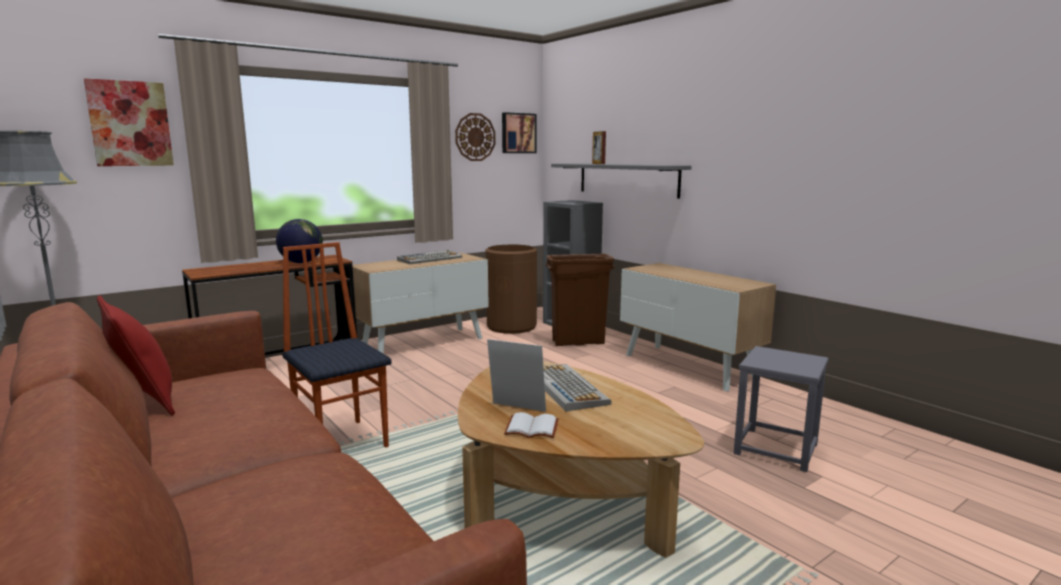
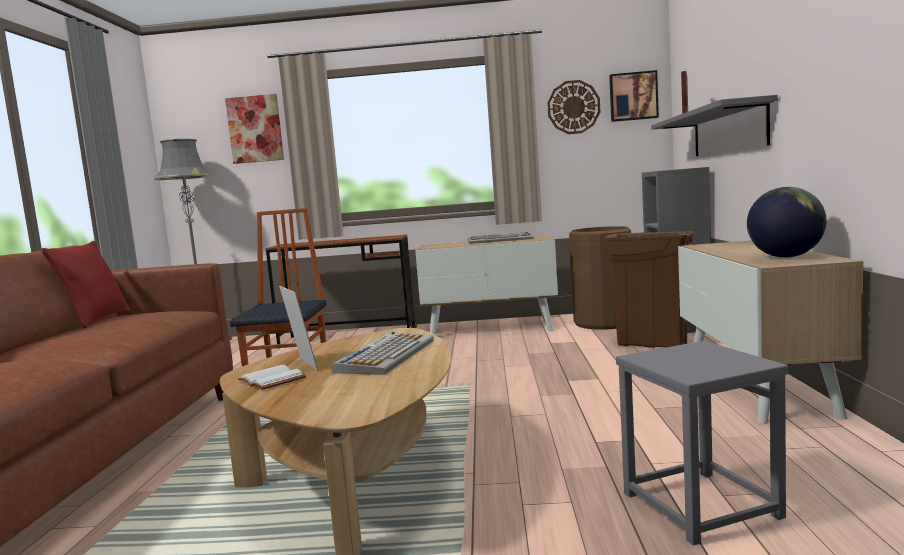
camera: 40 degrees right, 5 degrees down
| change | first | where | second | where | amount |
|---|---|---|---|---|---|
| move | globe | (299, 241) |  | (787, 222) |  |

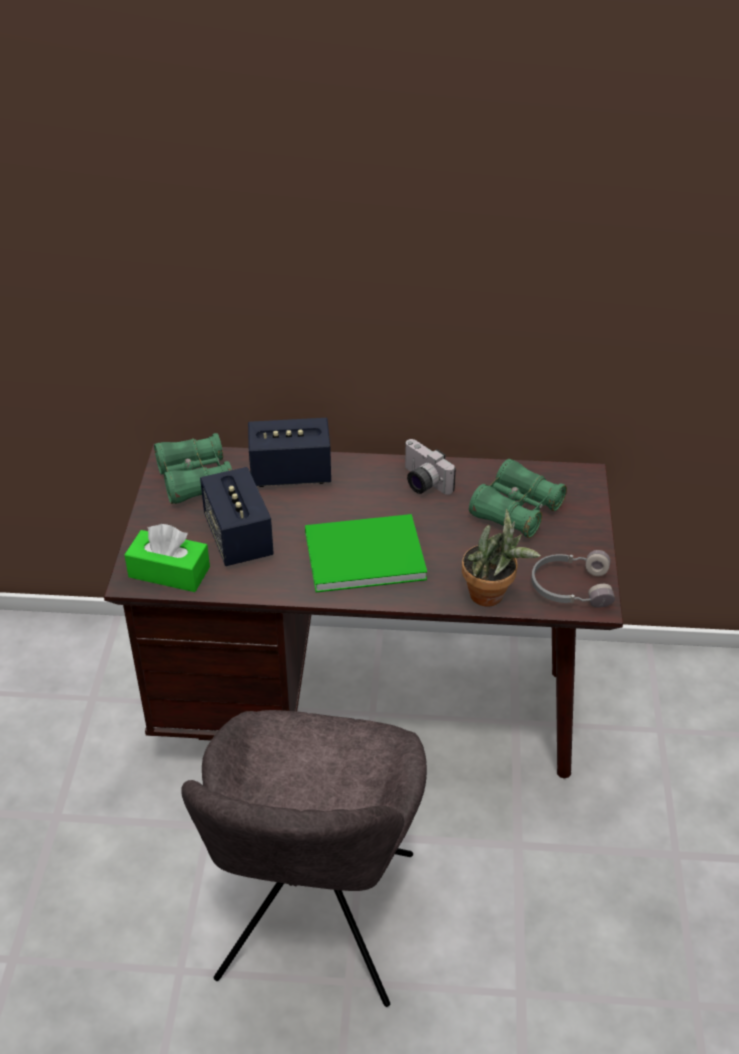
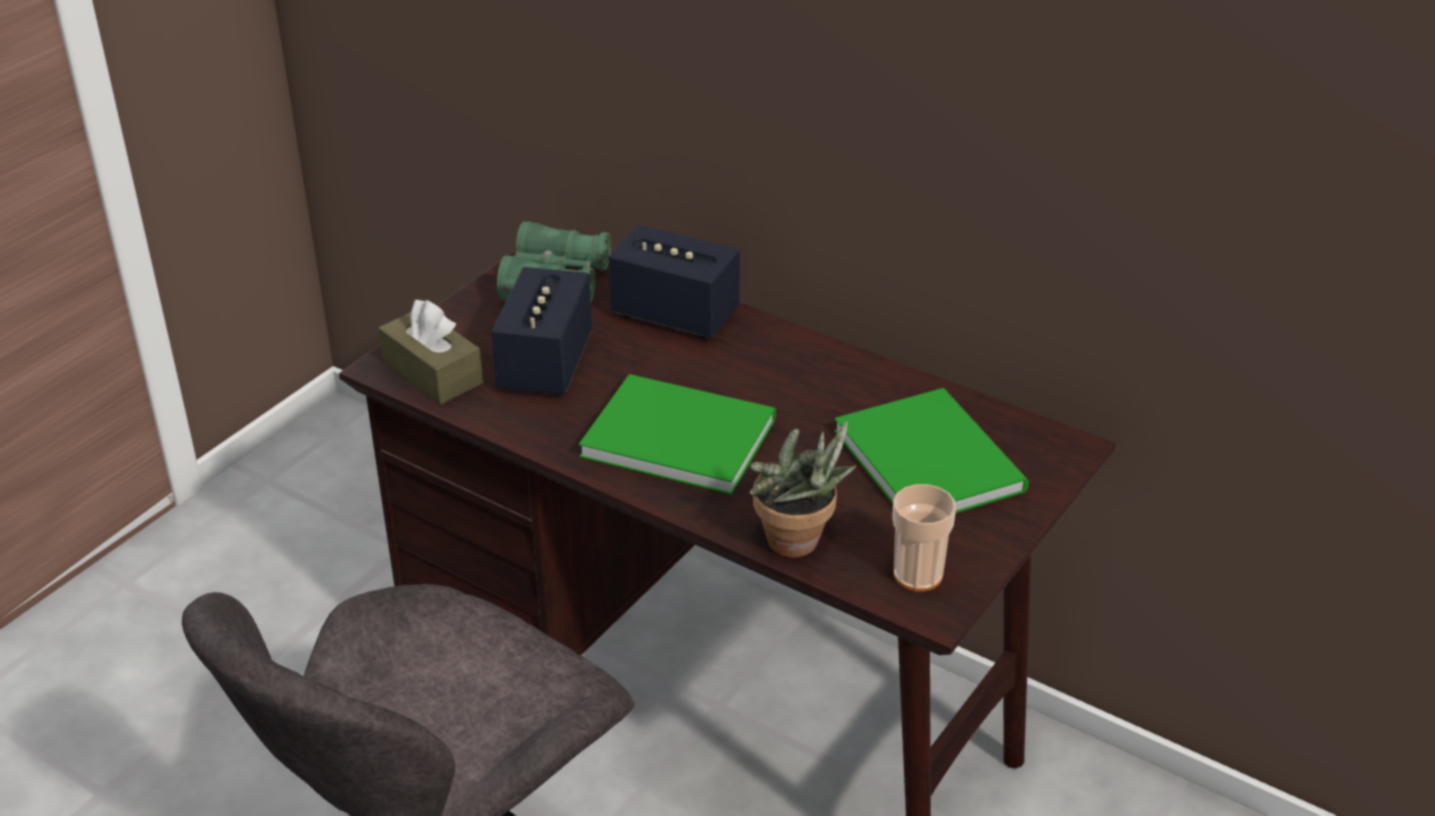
camera: 30 degrees right, 5 degrees down
| change | first | where | second | where | amount |
|---|---|---|---|---|---|
| recolor | tissue box/green | (167, 558) | tissue box/brown | (430, 352) |  |
| delete | photo camera | (430, 467) |  |  |  |
| replace | binoculars/green | (518, 498) | book/green | (931, 451) |  |
| replace | headphones/grey | (573, 579) | cup | (924, 538) |  |

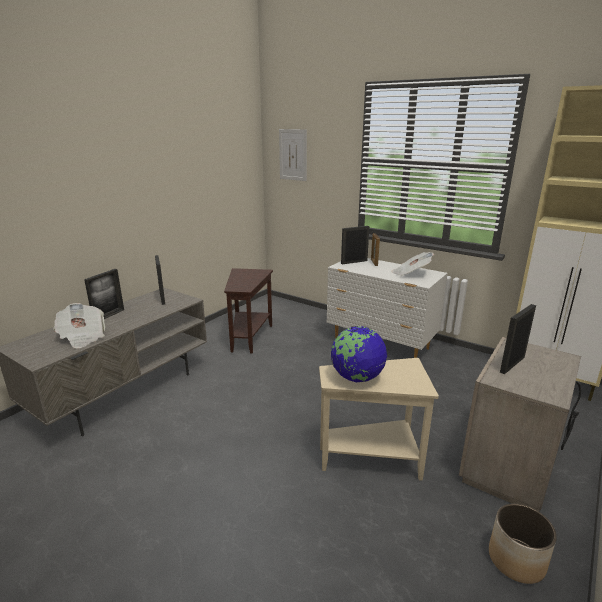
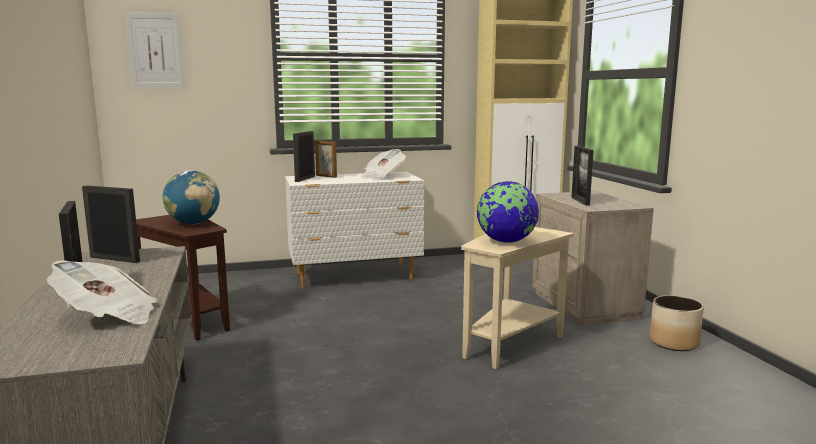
camera: 50 degrees left, 10 degrees down
| change | first | where | second | where | amount |
|---|---|---|---|---|---|
| insert |  |  | globe | (191, 197) |  |

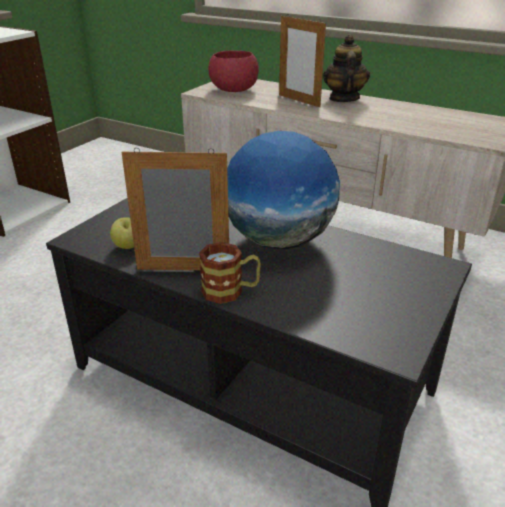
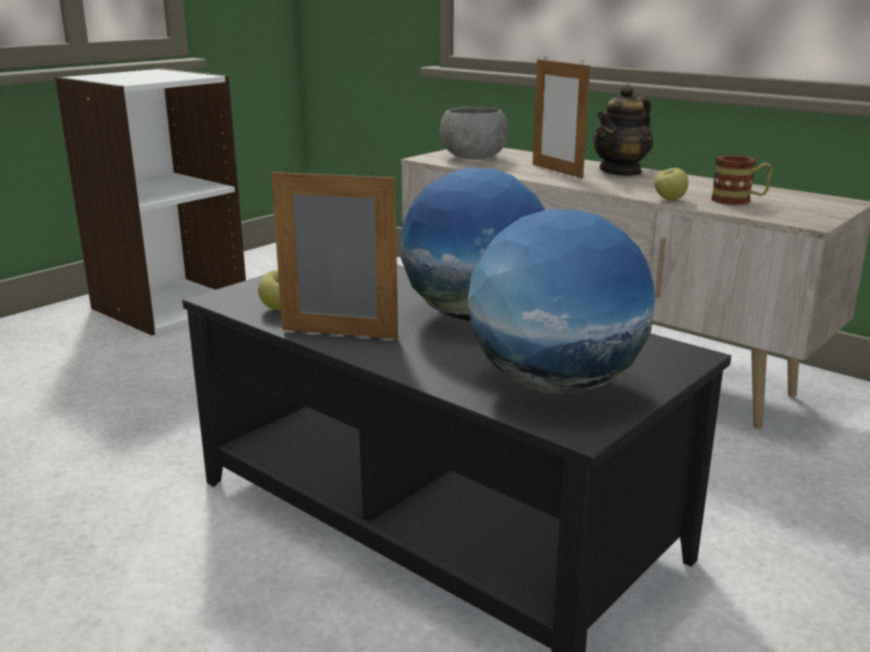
camera: 10 degrees right, 10 degrees down
| change | first | where | second | where | amount |
|---|---|---|---|---|---|
| move | mug | (230, 273) |  | (742, 180) |  |
| recolor | bowl/red | (233, 71) | bowl/grey | (474, 133) |  |
| rotate | teapot | (346, 68) |  | (623, 130) | 150 degrees counterclockwise |
| insert |  |  | globe | (561, 302) |  |
| insert |  |  | apple | (671, 184) |  |

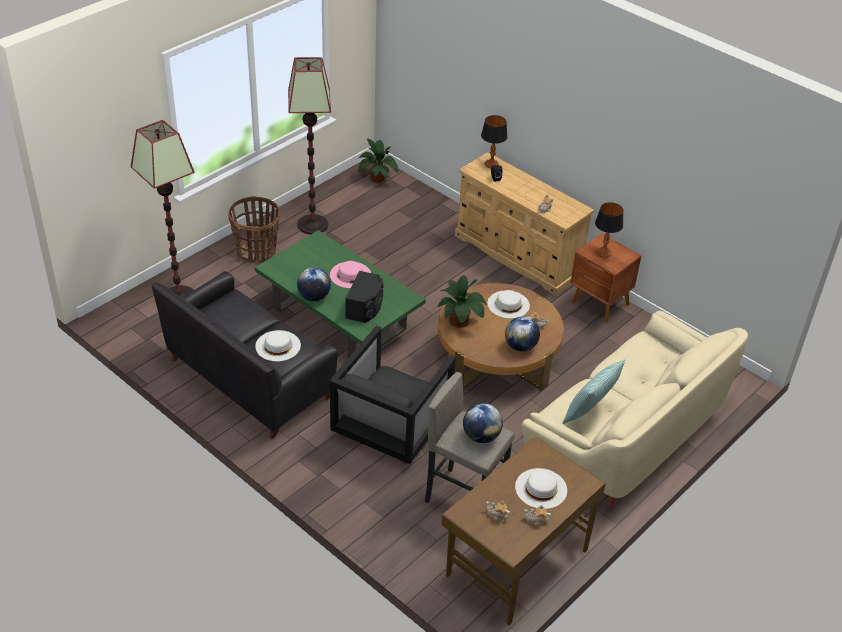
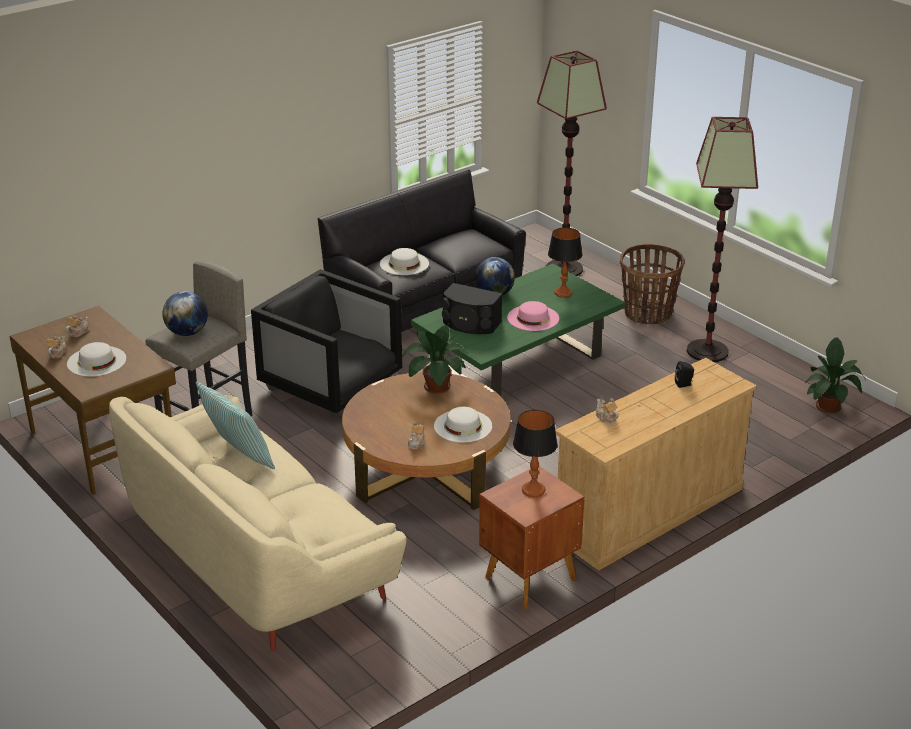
camera: 100 degrees right, 10 degrees down
| change | first | where | second | where | amount |
|---|---|---|---|---|---|
| move | table lamp | (494, 141) |  | (565, 262) |  |
| delete | globe | (522, 334) |  |  |  |

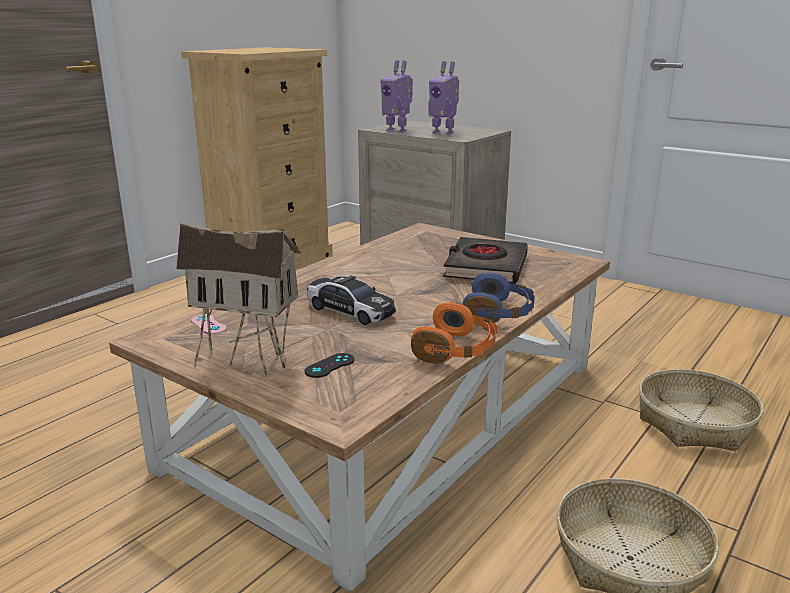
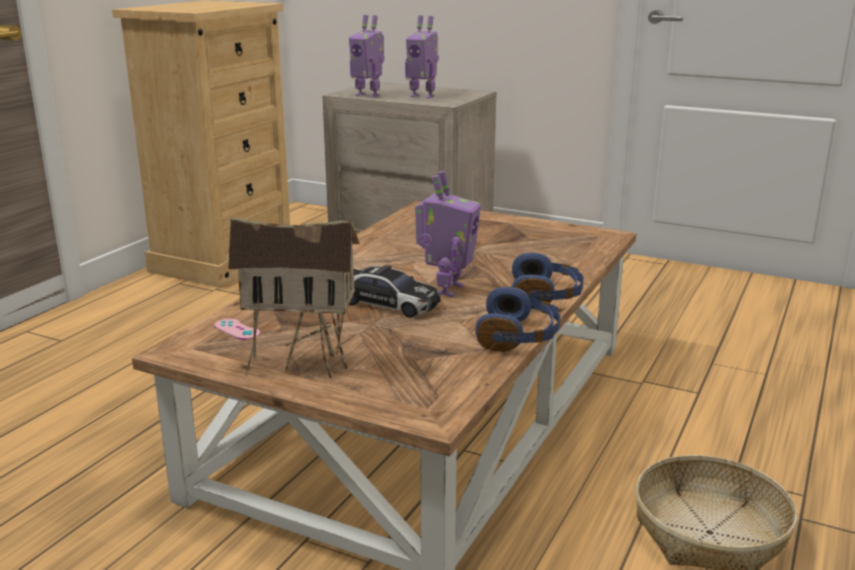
camera: 10 degrees left, 0 degrees up
| change | first | where | second | where | amount |
|---|---|---|---|---|---|
| delete | game controller/black | (329, 365) |  |  |  |
| recolor | headphones/orange | (454, 333) | headphones/blue | (517, 319) |  |
| delete | book/black | (485, 260) |  |  |  |
| delete | basket | (701, 410) |  |  |  |
| insert |  |  | toy robot | (448, 234) |  |

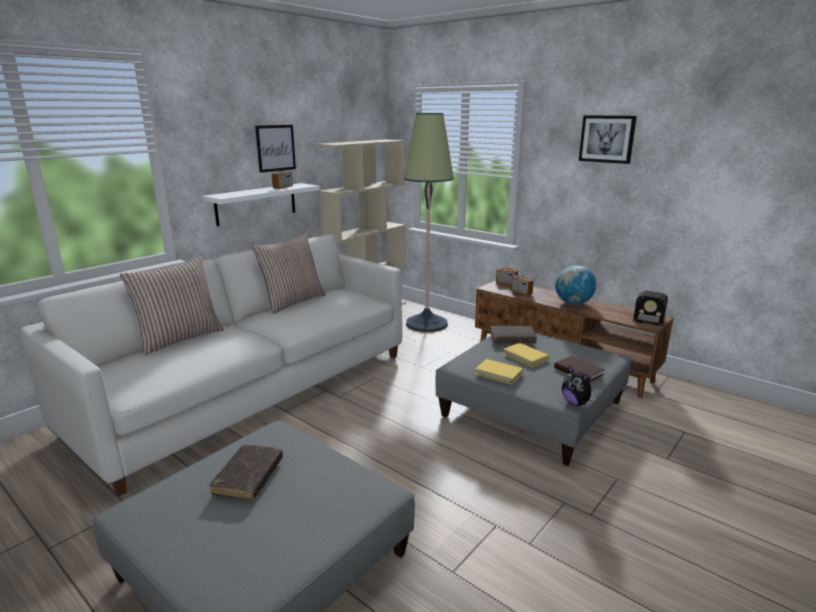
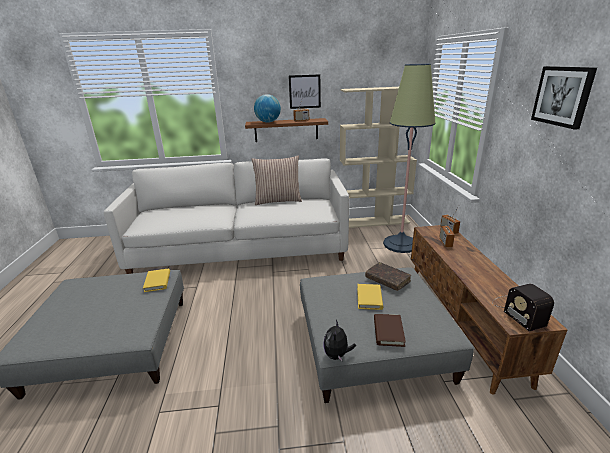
camera: 45 degrees right, 5 degrees up
| change | first | where | second | where | amount |
|---|---|---|---|---|---|
| delete | pillow | (172, 306) |  |  |  |
| recolor | shelf/white | (261, 204) | shelf/brown | (286, 130) |  |
| delete | book/brown | (246, 473) |  |  |  |
| move | book/yellow | (499, 372) |  | (156, 280) |  |
| move | globe | (575, 285) |  | (267, 108) |  |

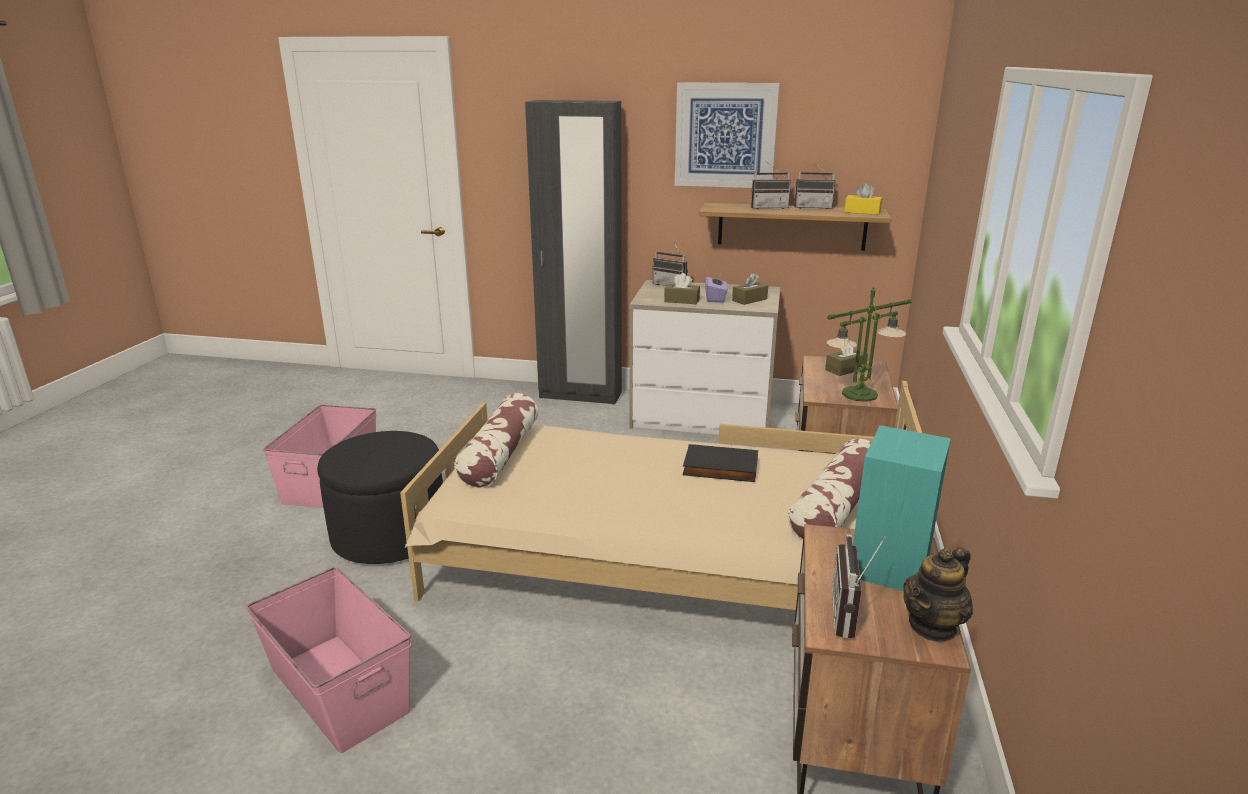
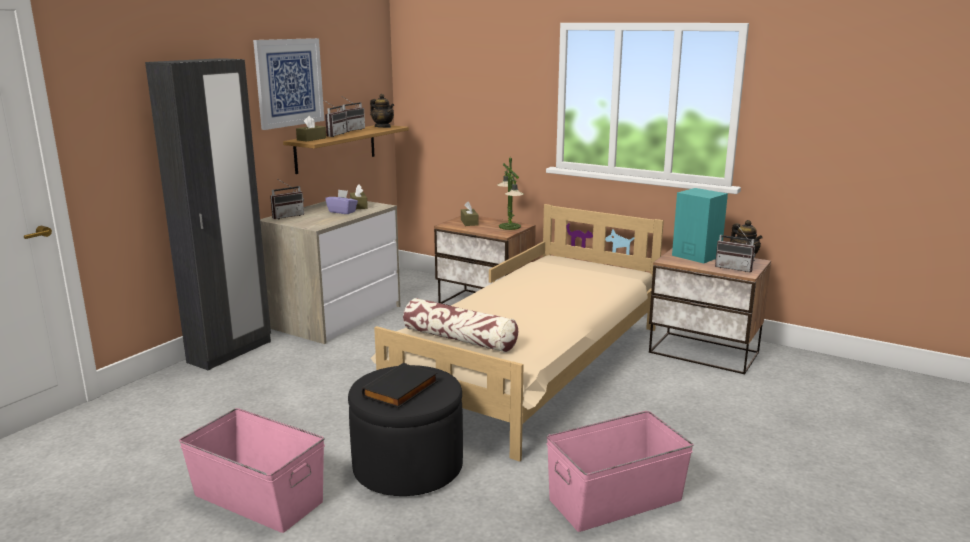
camera: 70 degrees left, 5 degrees down
| change | first | where | second | where | amount |
|---|---|---|---|---|---|
| move | tissue box/brown | (682, 288) |  | (311, 129) |  |
| move | book/black | (720, 463) |  | (400, 385) |  |
| delete | pillow | (830, 488) |  |  |  |
| replace | tissue box/yellow | (863, 199) | teapot | (382, 111) |  |

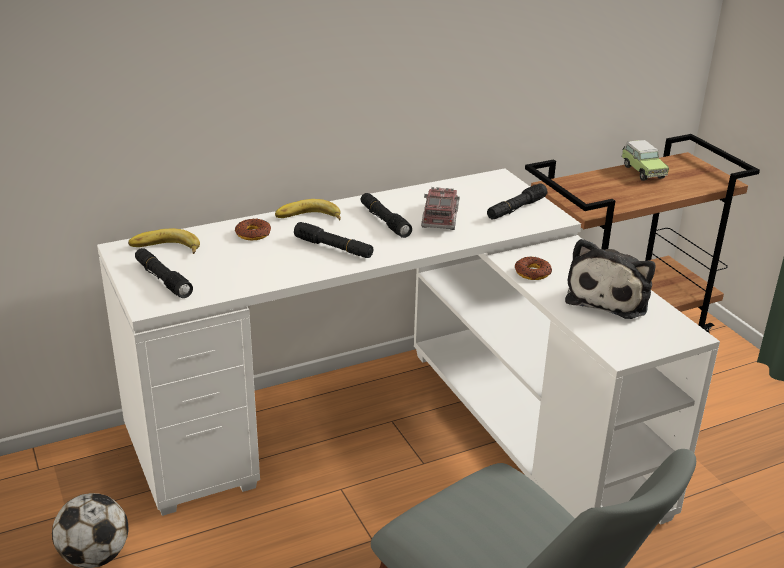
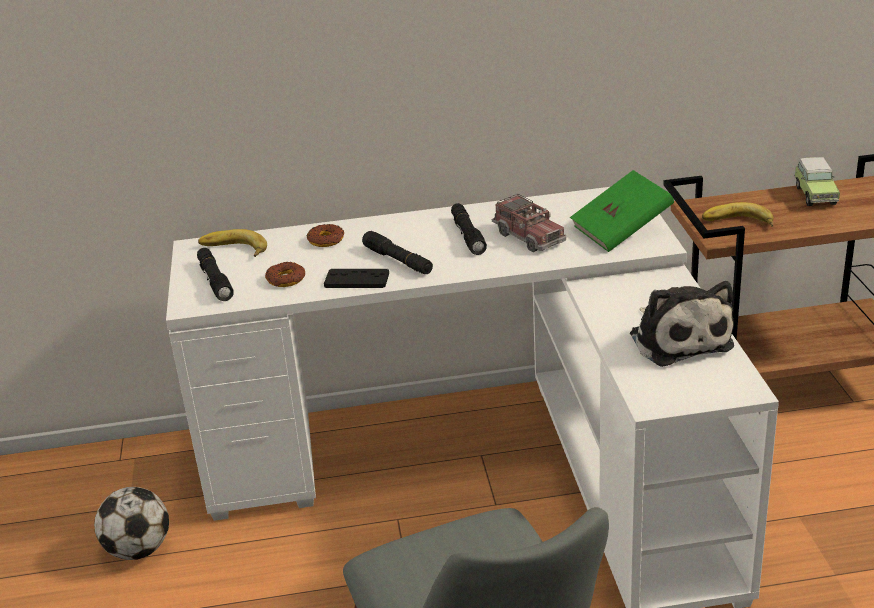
camera: 20 degrees right, 0 degrees up
| change | first | where | second | where | amount |
|---|---|---|---|---|---|
| move | banana | (308, 209) |  | (738, 214) |  |
| rotate | toy truck | (440, 208) |  | (529, 223) | 120 degrees clockwise |
| replace | flashlight/black | (517, 201) | book/green | (622, 211) |  |
| move | donut | (533, 268) |  | (285, 274) |  |
| rotate | plush toy | (610, 279) |  | (682, 324) | 60 degrees counterclockwise |
| insert |  |  | game controller/black | (356, 278) |  |

